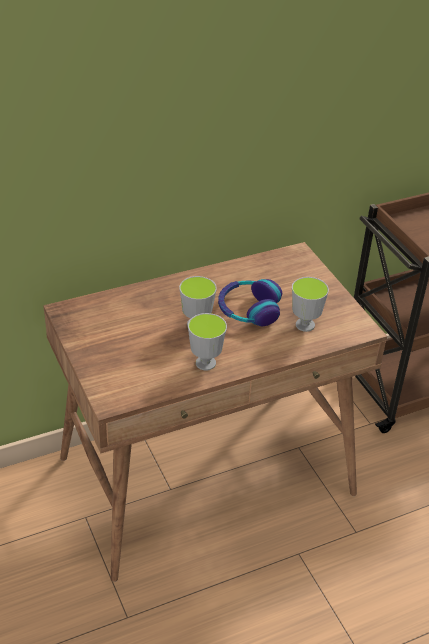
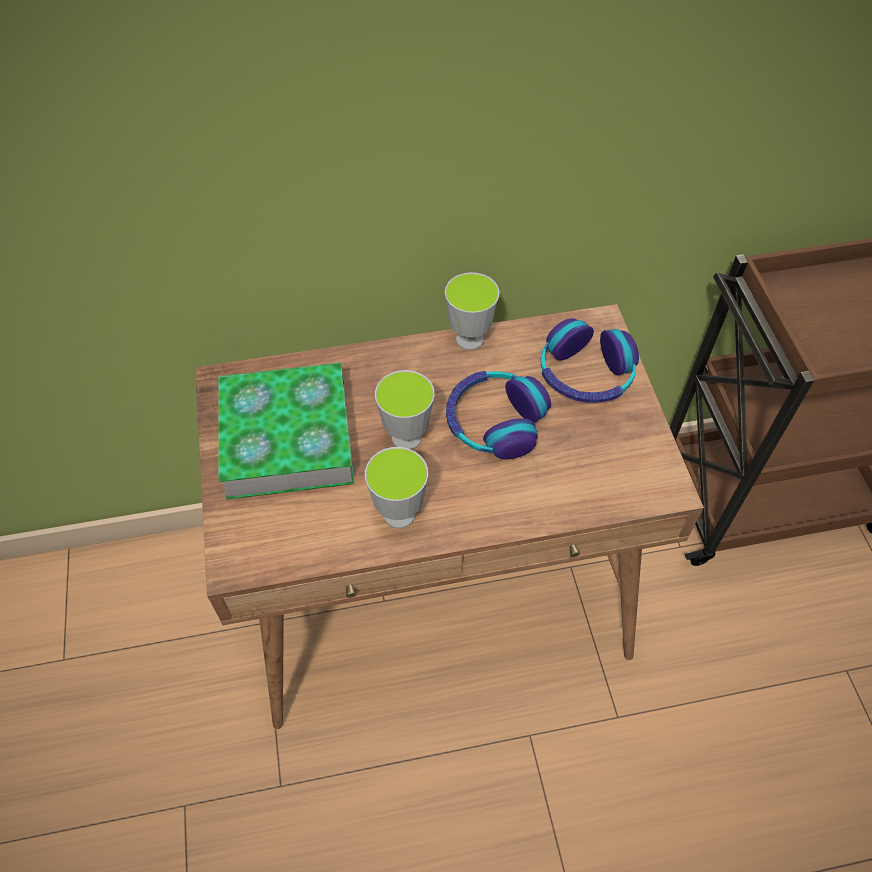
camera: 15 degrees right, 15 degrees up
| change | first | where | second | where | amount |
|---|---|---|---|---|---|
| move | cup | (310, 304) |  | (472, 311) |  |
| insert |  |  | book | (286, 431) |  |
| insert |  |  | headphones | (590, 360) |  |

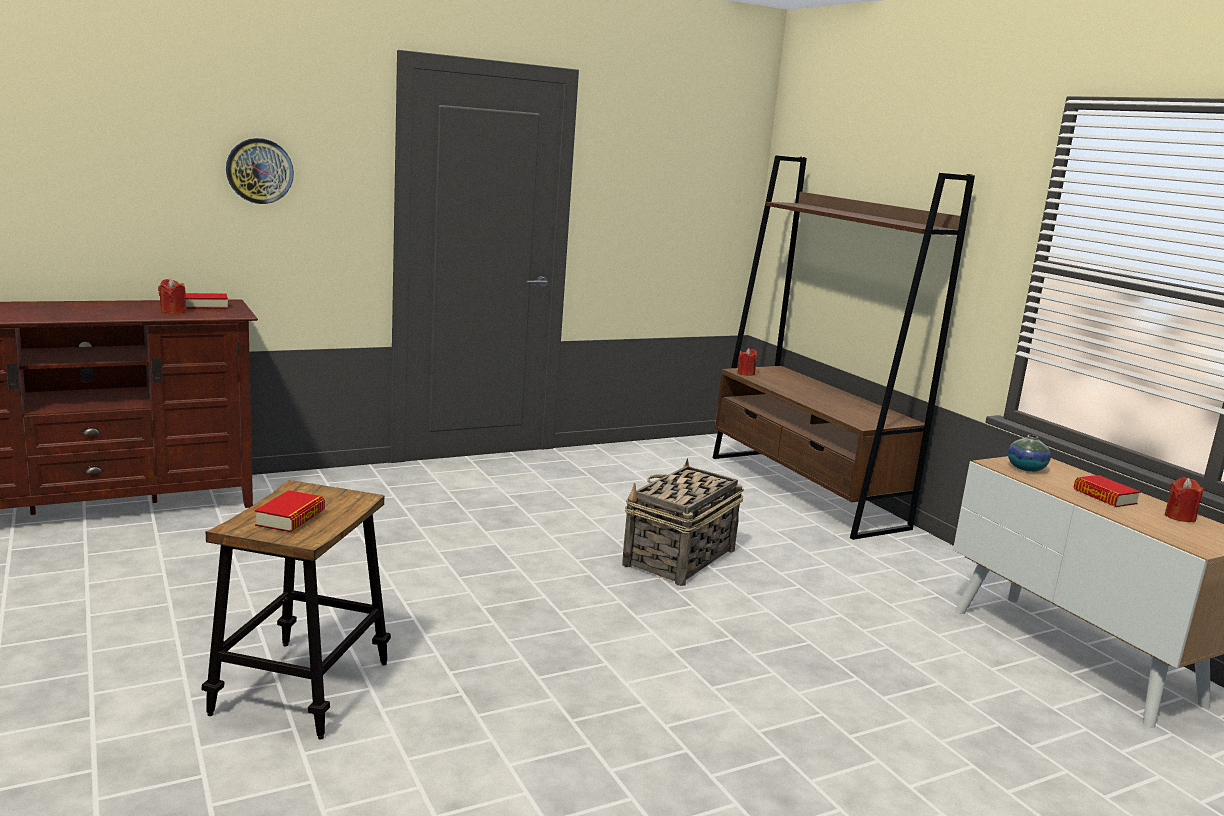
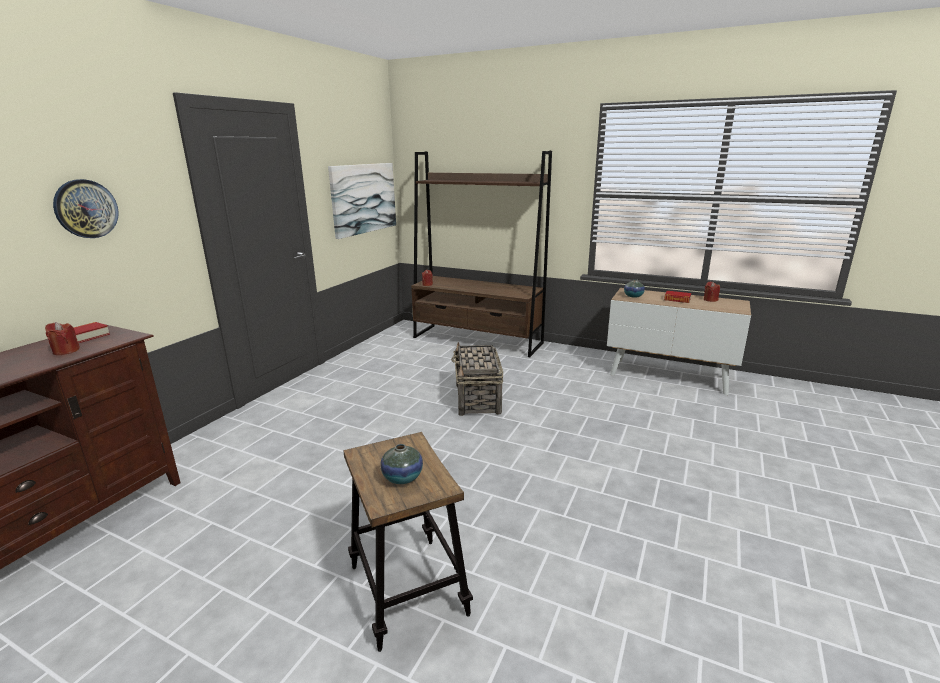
camera: 35 degrees left, 5 degrees up
| change | first | where | second | where | amount |
|---|---|---|---|---|---|
| replace | book | (290, 511) | vase | (402, 464) |  |
| insert |  |  | picture | (362, 201) |  |

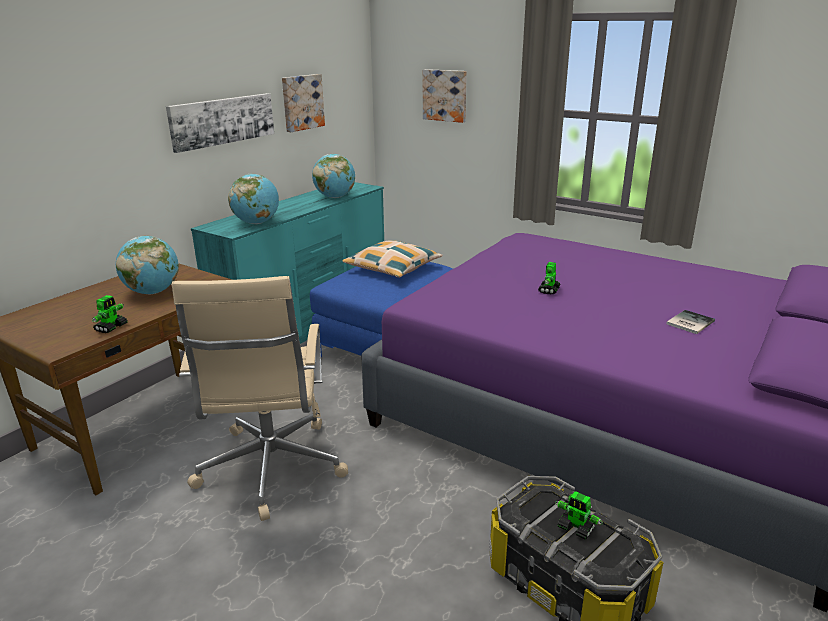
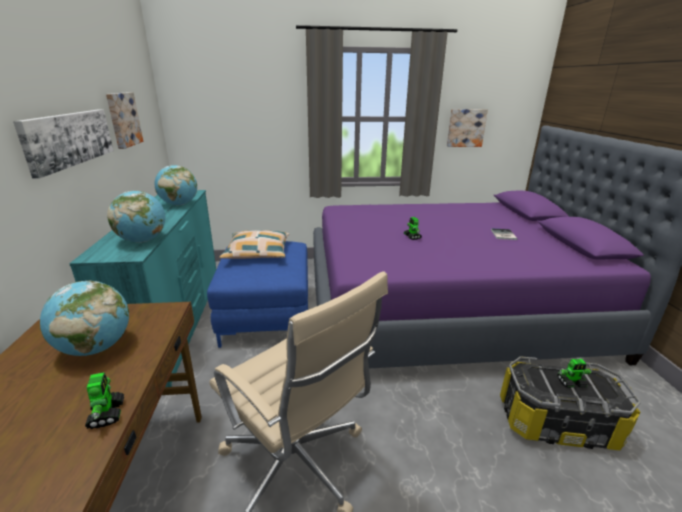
camera: 40 degrees left, 0 degrees up
| change | first | where | second | where | amount |
|---|---|---|---|---|---|
| move | picture | (445, 96) |  | (467, 128) |  |

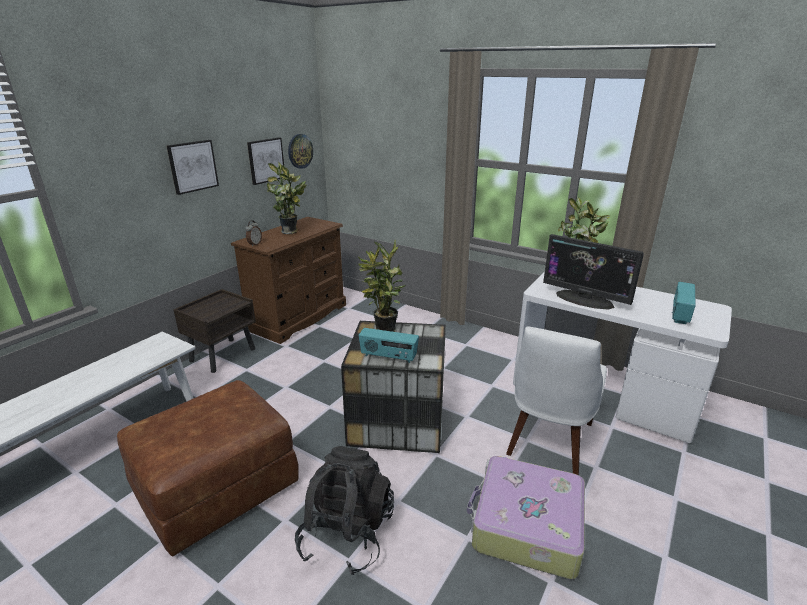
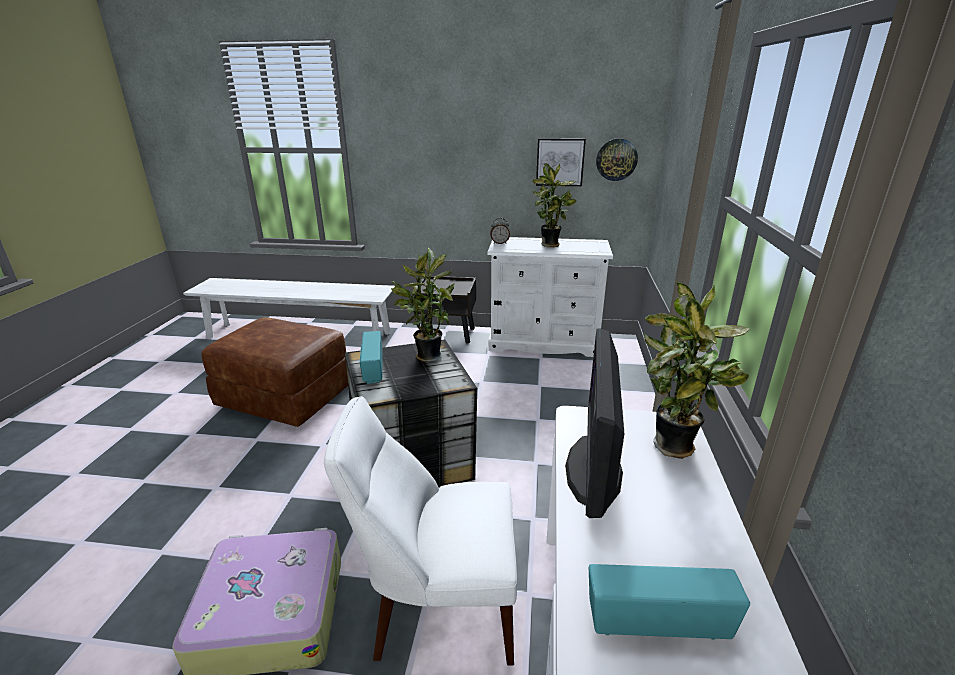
camera: 65 degrees right, 0 degrees up
| change | first | where | second | where | amount |
|---|---|---|---|---|---|
| delete | picture | (193, 167) |  |  |  |
| recolor | dresser/brown | (288, 280) | dresser/white | (550, 297) |  |
| delete | backpack/black | (344, 510) |  |  |  |

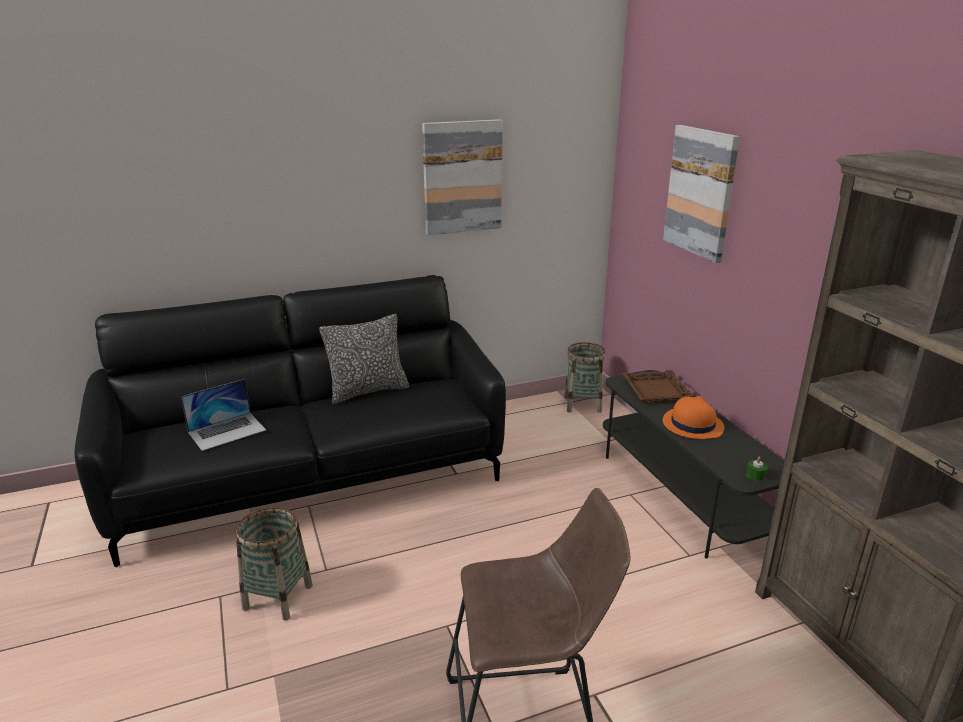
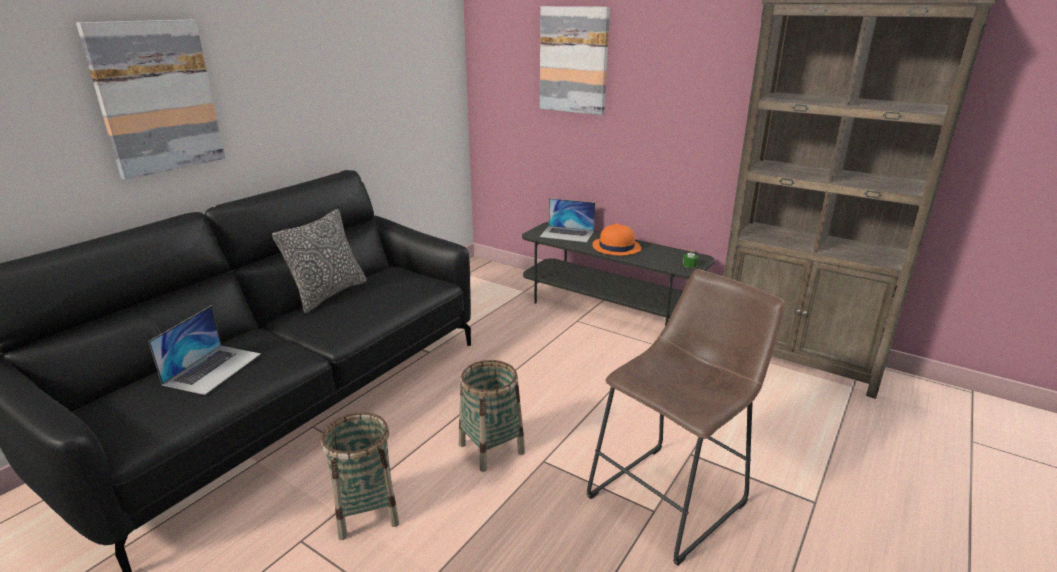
camera: 35 degrees left, 0 degrees up
| change | first | where | second | where | amount |
|---|---|---|---|---|---|
| move | picture | (462, 177) |  | (150, 100) |  |
| move | basket | (585, 377) |  | (492, 416) |  |
| replace | tray/brown | (658, 386) | laptop | (567, 220) |  |

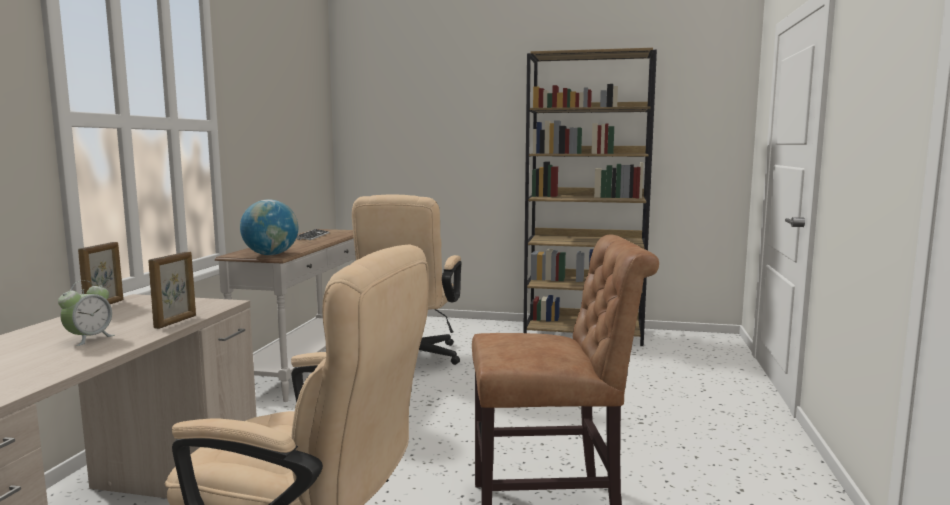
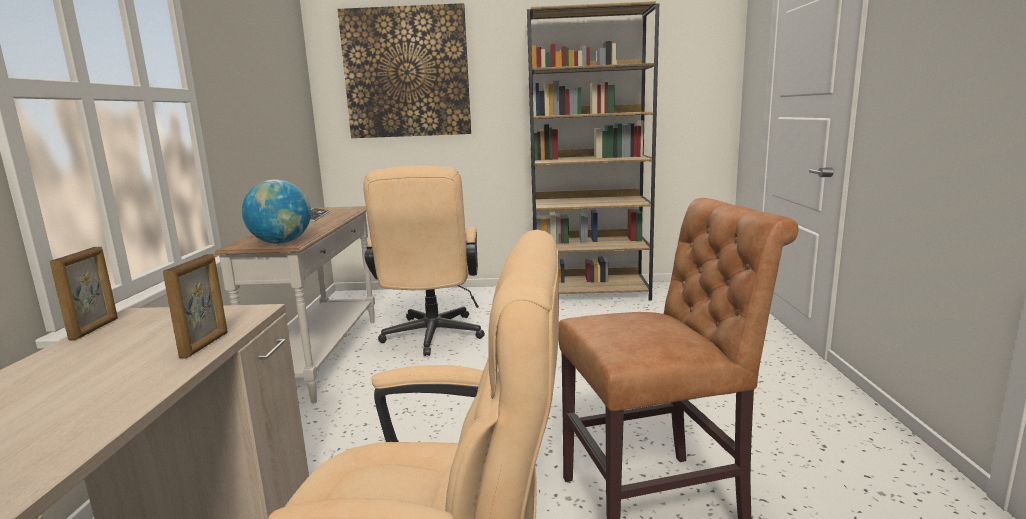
camera: 10 degrees left, 5 degrees up
| change | first | where | second | where | amount |
|---|---|---|---|---|---|
| delete | alarm clock | (86, 313) |  |  |  |
| insert |  |  | picture | (404, 70) |  |

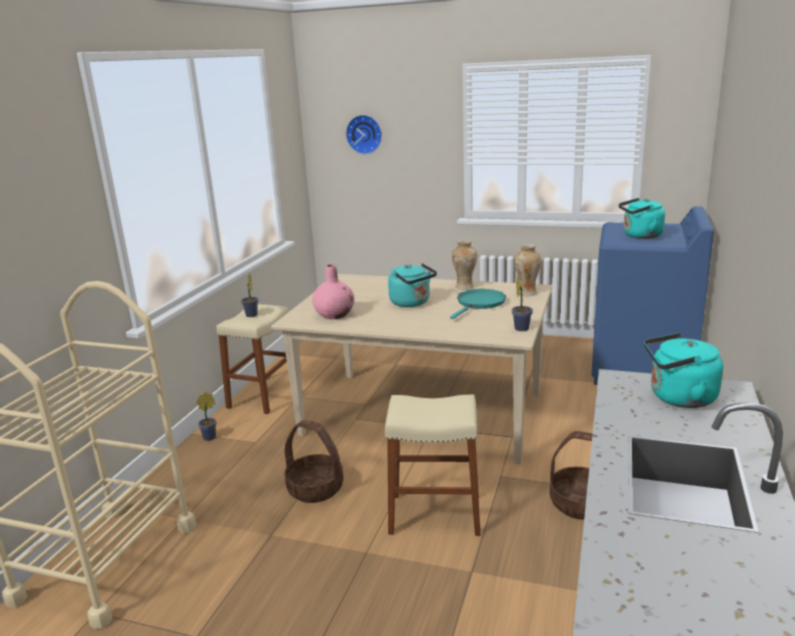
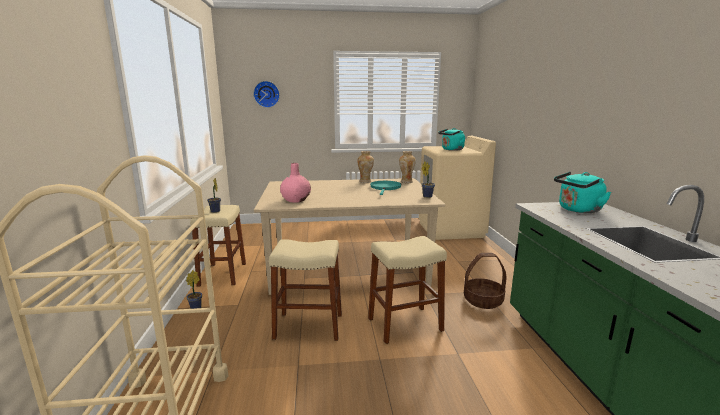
camera: 25 degrees left, 5 degrees down
| change | first | where | second | where | amount |
|---|---|---|---|---|---|
| replace | basket | (314, 461) | stool/beige | (305, 290) |  |
| delete | kettle/turquoise | (412, 285) |  |  |  |
| recolor | washing machine/blue | (653, 295) | washing machine/beige | (457, 188) |  |

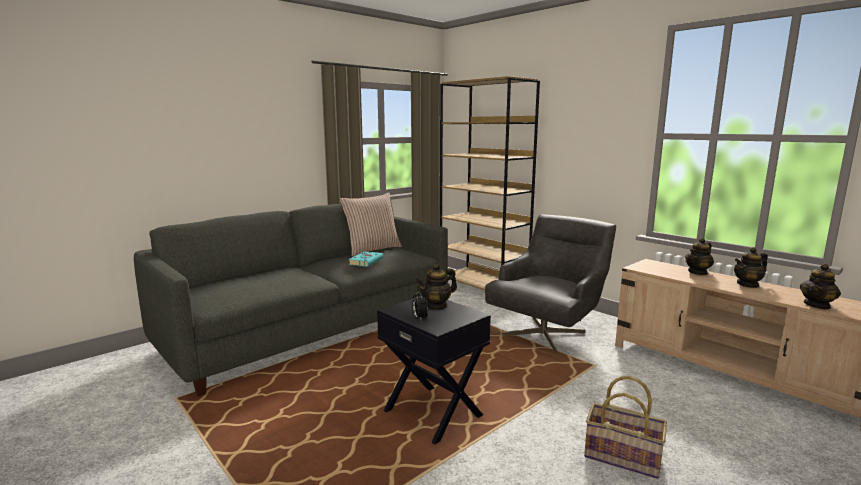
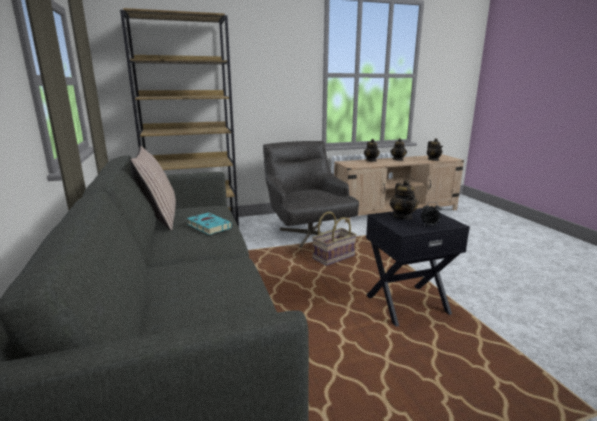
camera: 65 degrees left, 5 degrees up
| change | first | where | second | where | amount |
|---|---|---|---|---|---|
| move | basket | (625, 427) |  | (334, 239) |  |

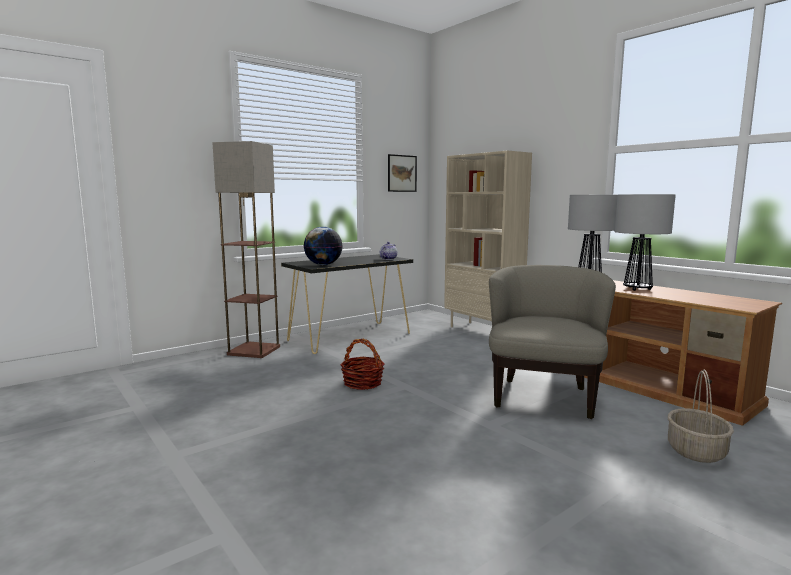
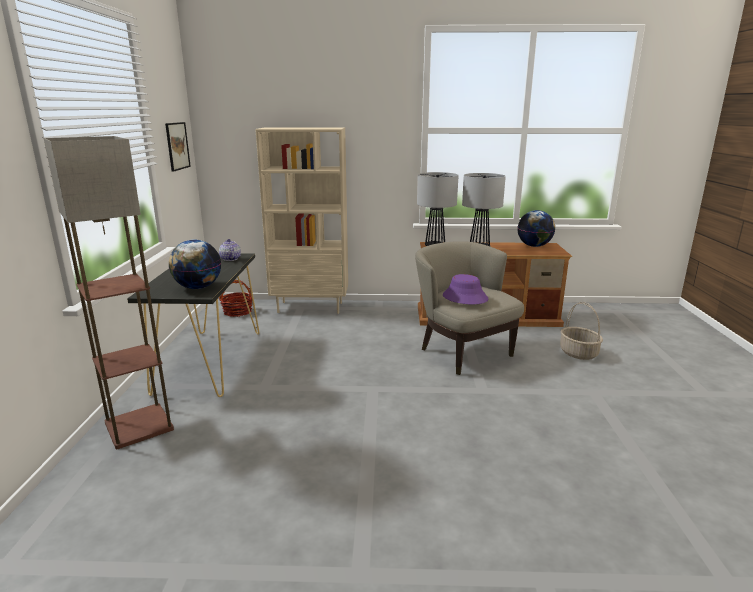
camera: 50 degrees left, 10 degrees up
| change | first | where | second | where | amount |
|---|---|---|---|---|---|
| move | basket | (362, 364) |  | (235, 298) |  |
| insert |  |  | hat/purple | (465, 289) |  |
| insert |  |  | globe | (536, 228) |  |

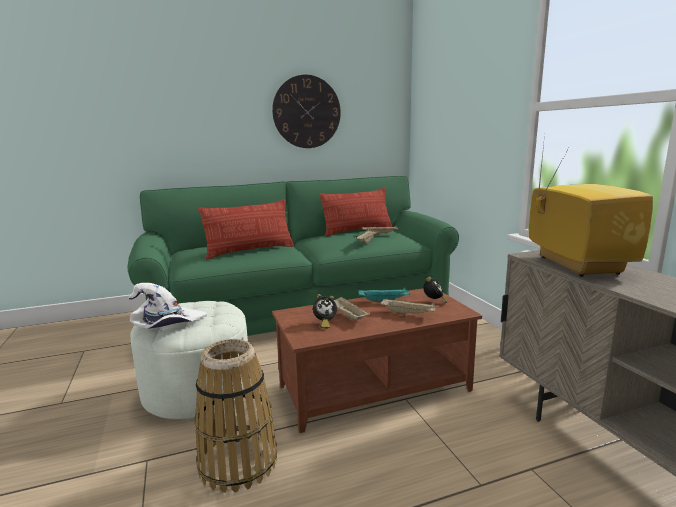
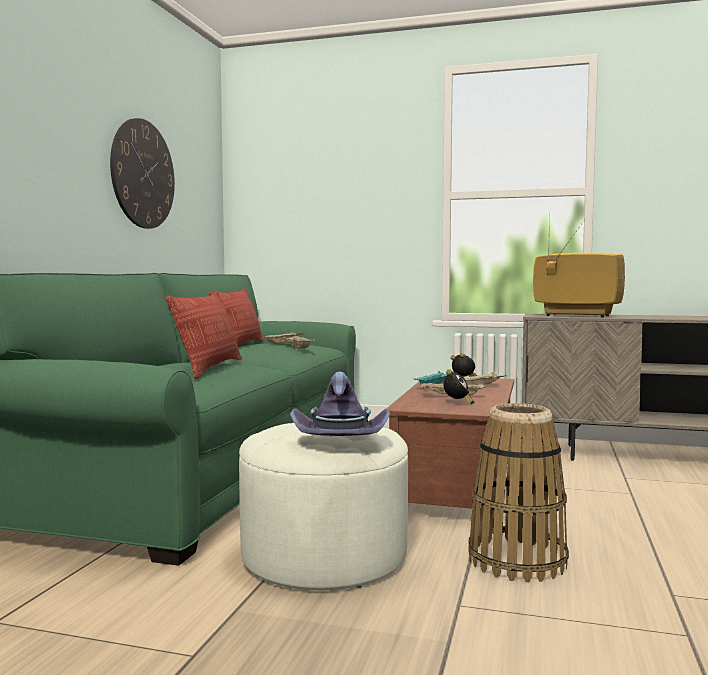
camera: 55 degrees left, 10 degrees down
| change | first | where | second | where | amount |
|---|---|---|---|---|---|
| recolor | hat/white | (167, 306) | hat/purple | (340, 403) |  |

